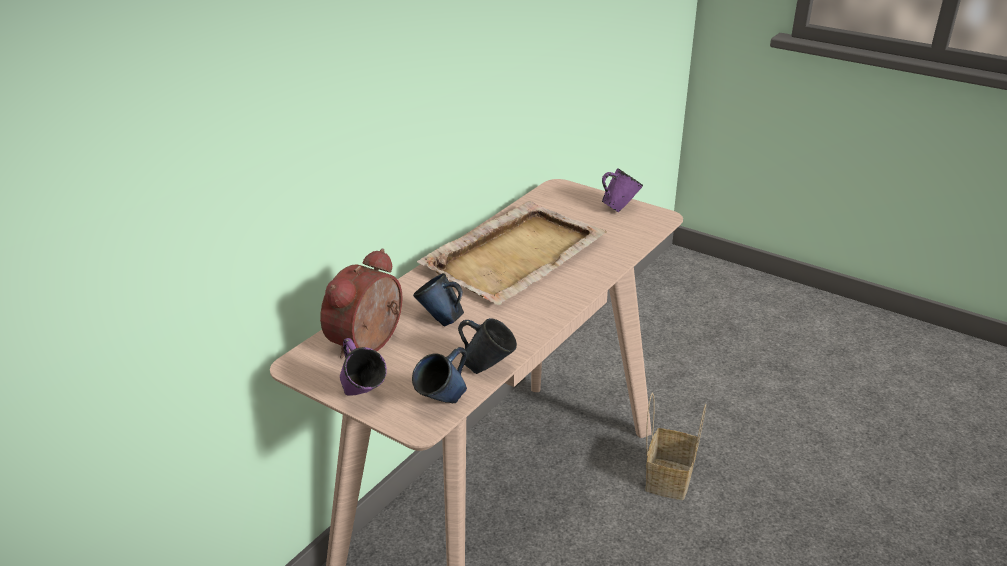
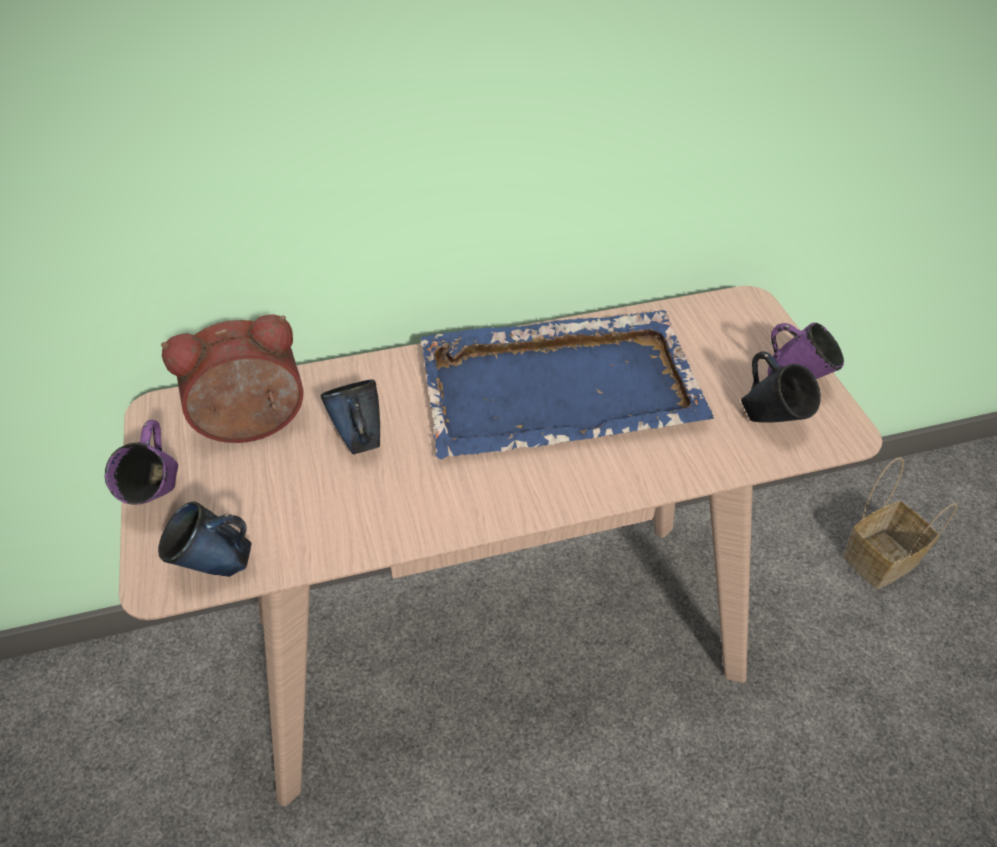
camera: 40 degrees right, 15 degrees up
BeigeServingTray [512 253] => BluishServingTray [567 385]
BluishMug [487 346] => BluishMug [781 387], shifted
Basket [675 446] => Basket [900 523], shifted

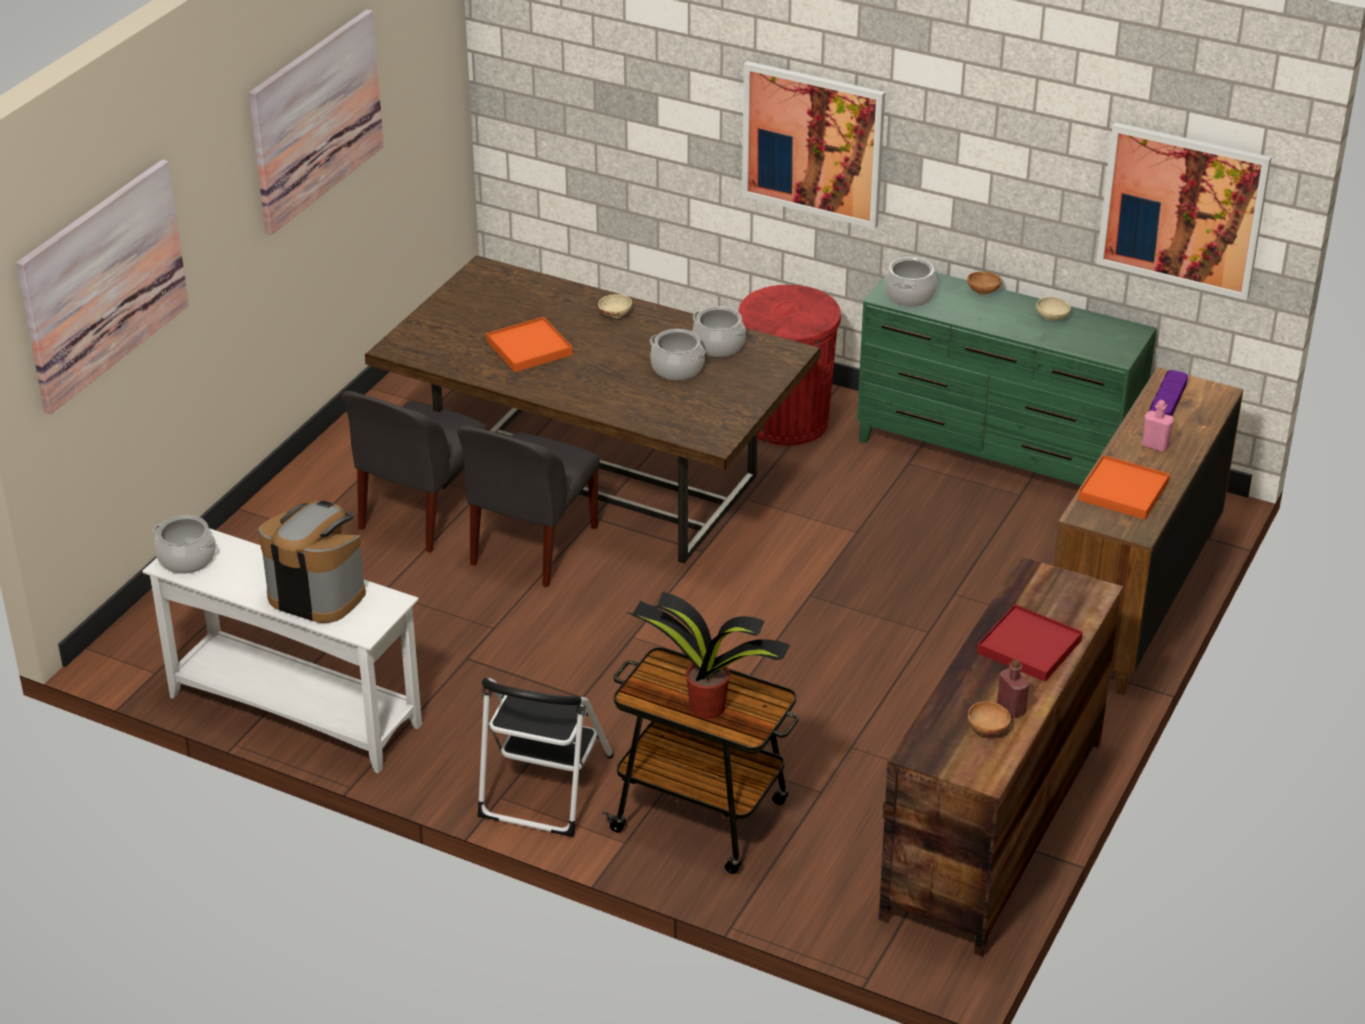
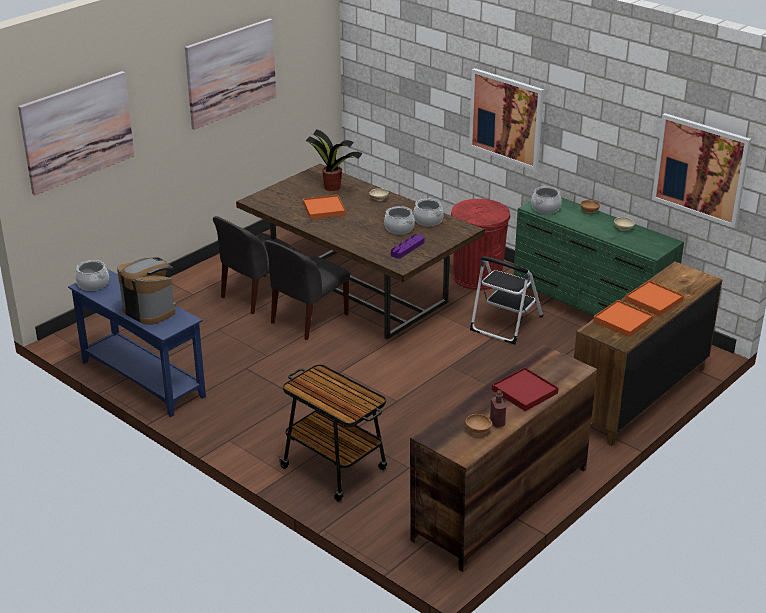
camera: 15 degrees right, 5 degrees down
WhiteNarrowTable [282 650] => BluishNarrowTable [137 343]
Stepladder [546 757] => Stepladder [506 300], shifted
PottedPlant [708 655] => PottedPlant [334 160], shifted
PinkDrinkBottle [1158 426] => OrangeyServingTray [654 298]
PurpleServingTray [1169 393] => PurpleServingTray [408 246], shifted

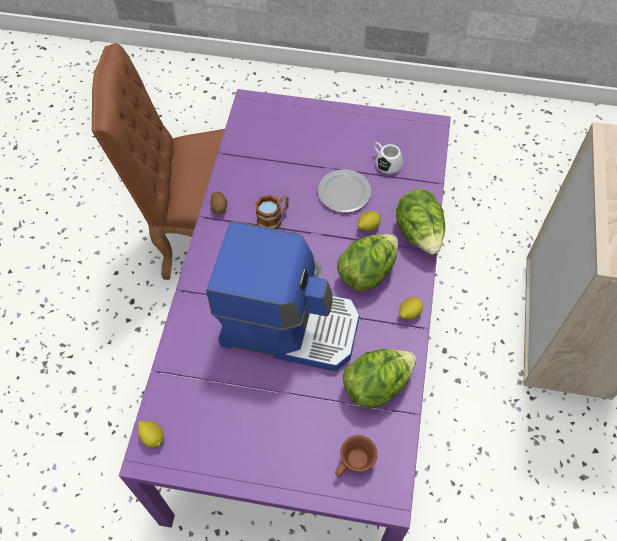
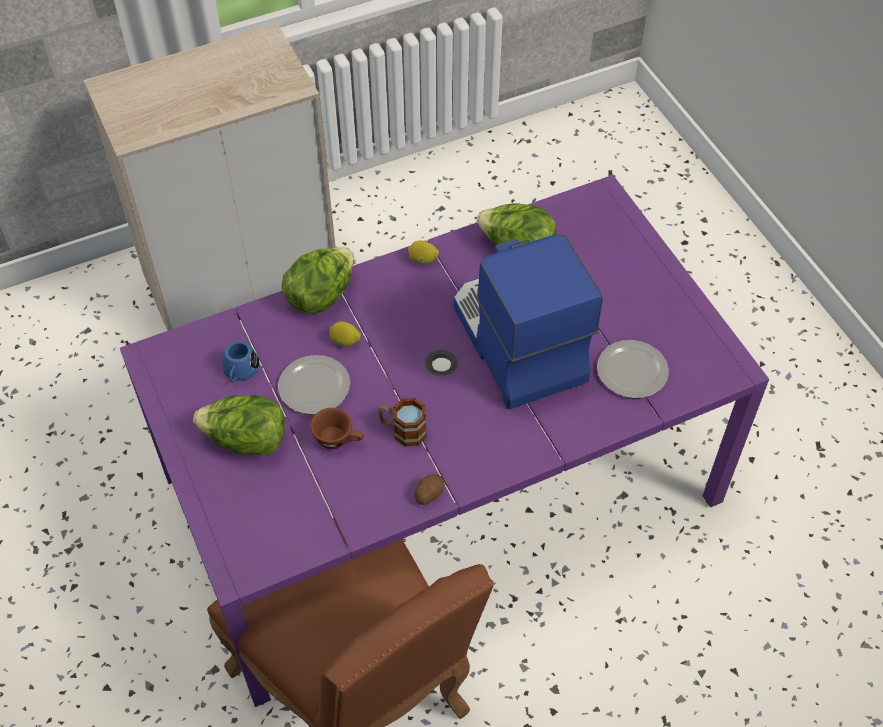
camera: 125 degrees left, 5 degrees down
WholeLemon [151 434] => nothing
BrownColouredSmallCup [356 456] => BrownColouredSmallCup [337 428], shifted
HeadOfLettuce [367 262] => HeadOfLettuce [239 425], shifted
WhiteMug [388 158] => BluishMug [241 362]
nothing => FlatDish [633 369]

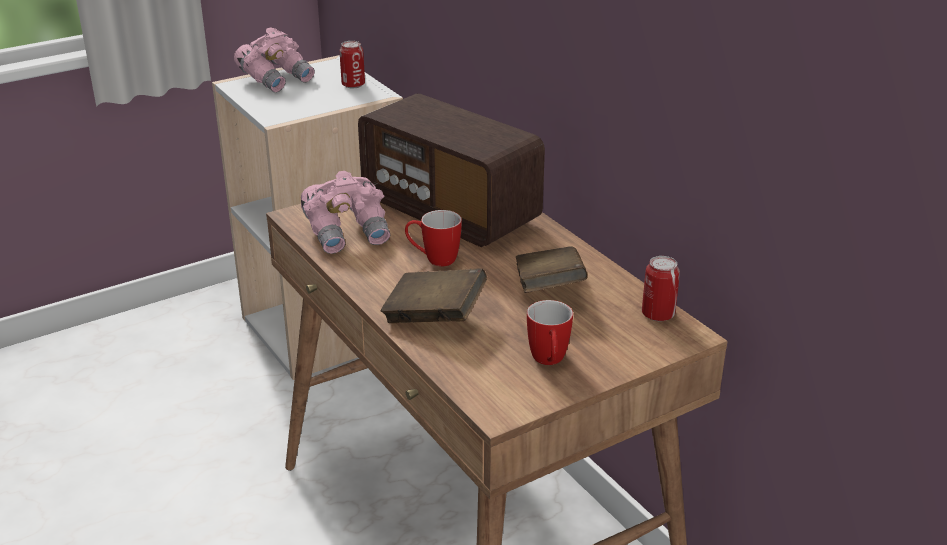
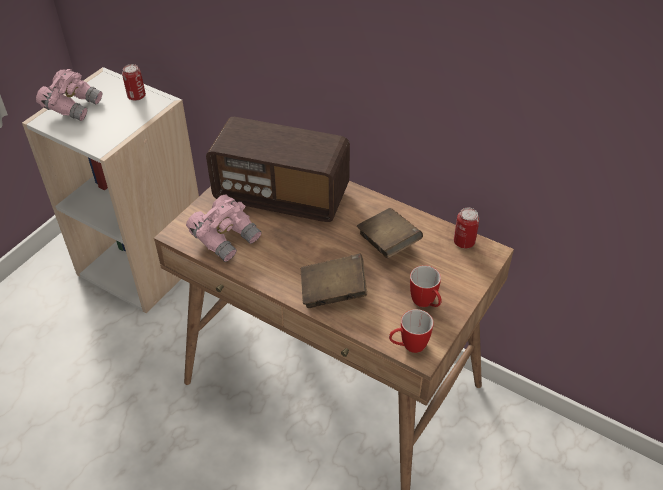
camera: 25 degrees left, 15 degrees up
Mug [433 238] => Mug [411 331], shifted

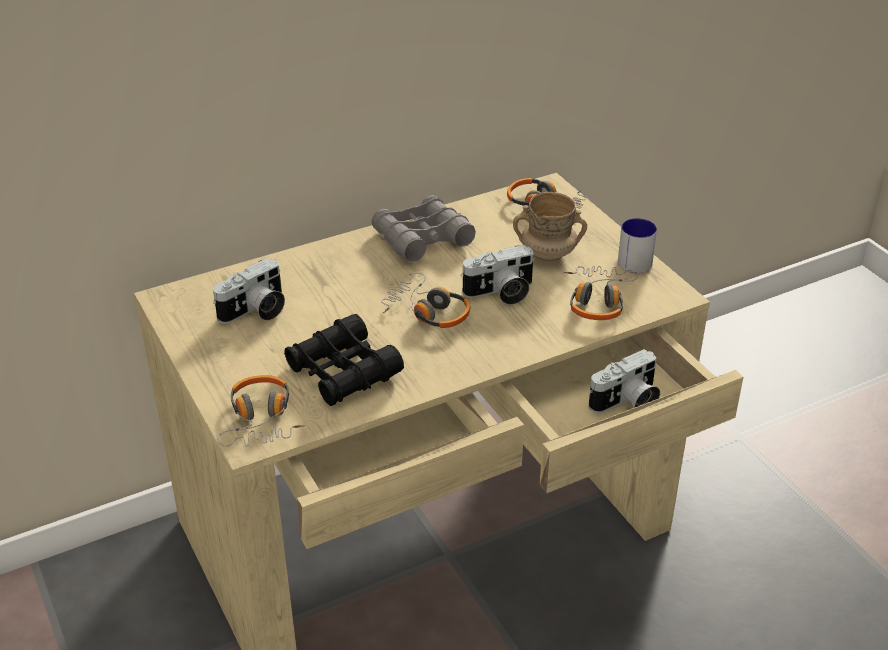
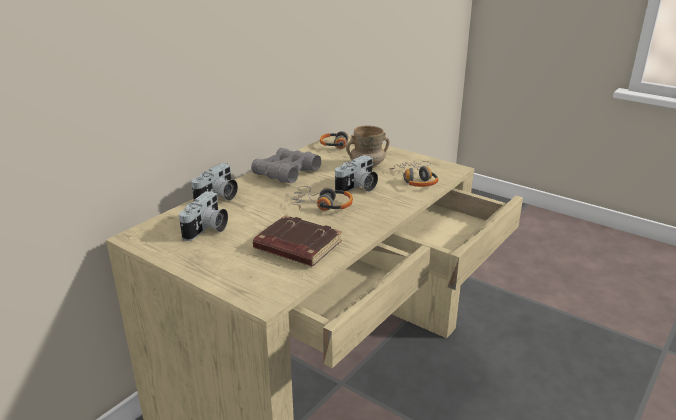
camera: 25 degrees left, 10 degrees down
Headphones [261 411] => nothing
BlackPairOfBinoculars [344 360] => BrownColouredVolume [297 240]
StillCamera [624 381] => StillCamera [214 182], shifted
Mug [637 245] => nothing

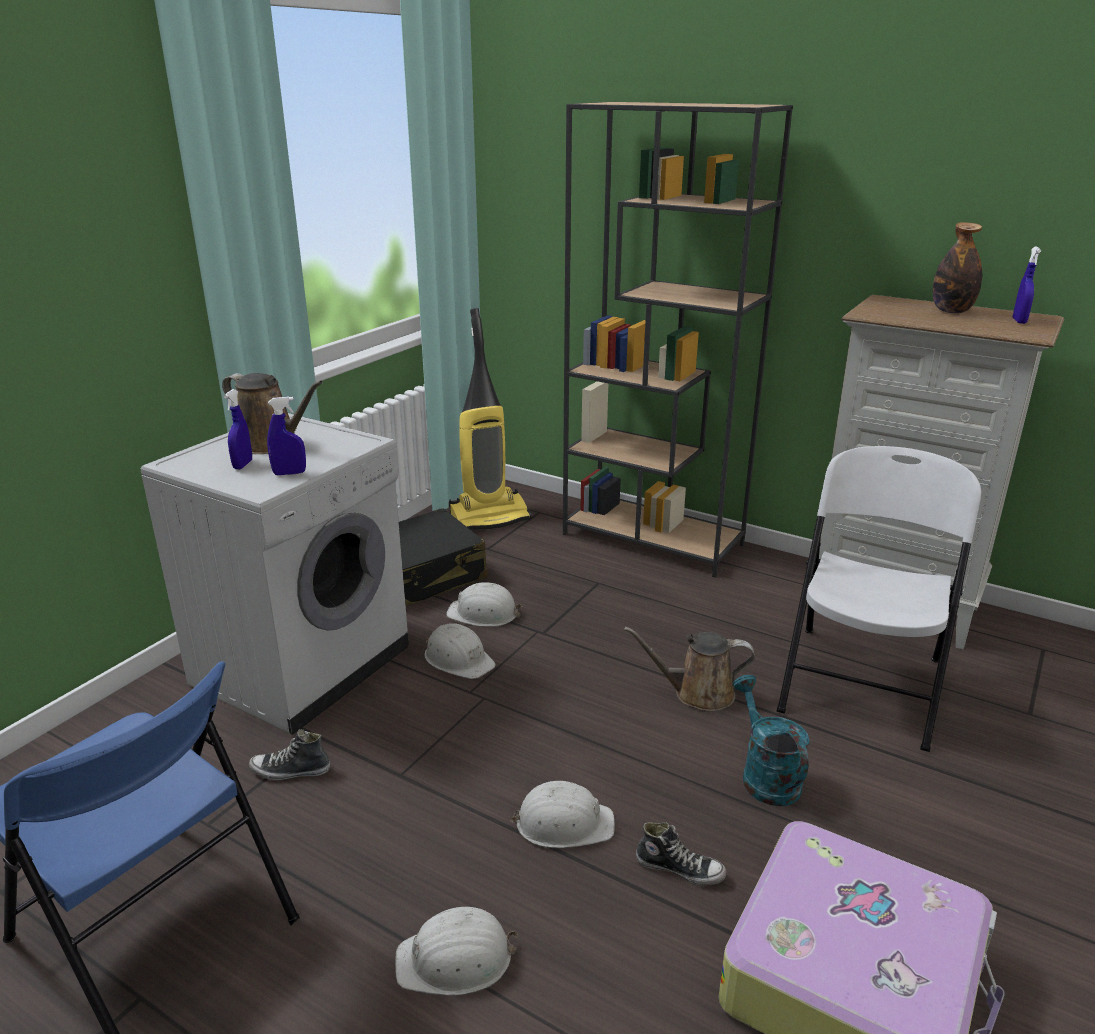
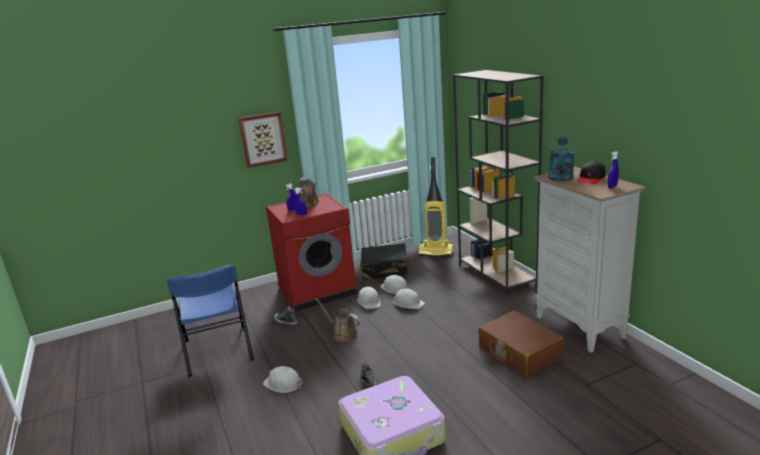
camera: 35 degrees right, 5 degrees down
WhiteLaundryMachine [275 574] => ReddishLaundryMachine [311 252]
WhiteWorkHelmet [562 814] => WhiteWorkHelmet [409 298], shifted
BrownColouredSprinklingCan [689 669] => BrownColouredSprinklingCan [337 320], shifted
TurquoiseColouredSprinklingCan [771 740] => TurquoiseColouredSprinklingCan [561 159], shifted
WhitePlainChair [879 599] => BrownColouredTravelCase [521 344]
DrinkBottle [957 267] => BlackBaseballCap [591 172]
nothing => WallPicture [263 140]

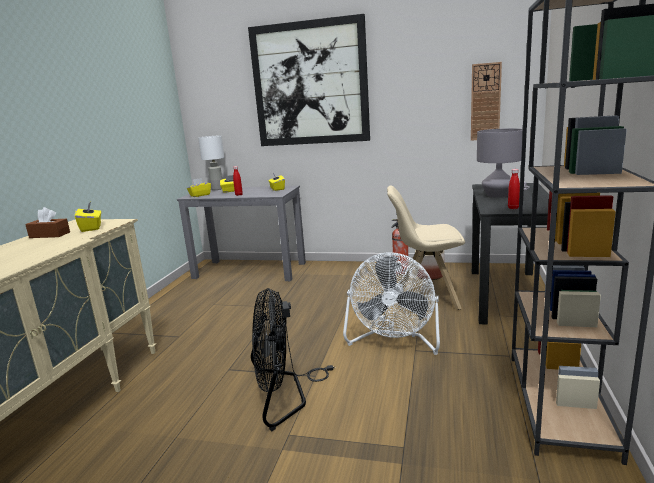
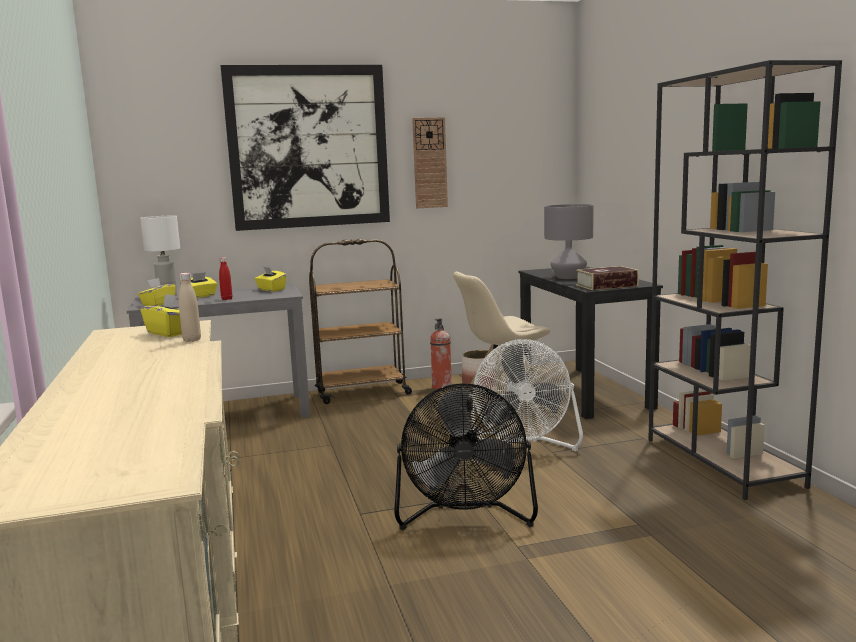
camera: 30 degrees left, 5 degrees down
BrownColouredTissueBox [47 222] => nothing
BlackFan [293 359] => BlackFan [466 456], 45 degrees counterclockwise
HangingClock [486 101] => HangingClock [430 162], shifted
ReddishDrinkBottle [514 189] => Volume [607 278]
nothing => BeigeDrinkBottle [190 307]
nothing => BrownColouredTrolley [360 321]

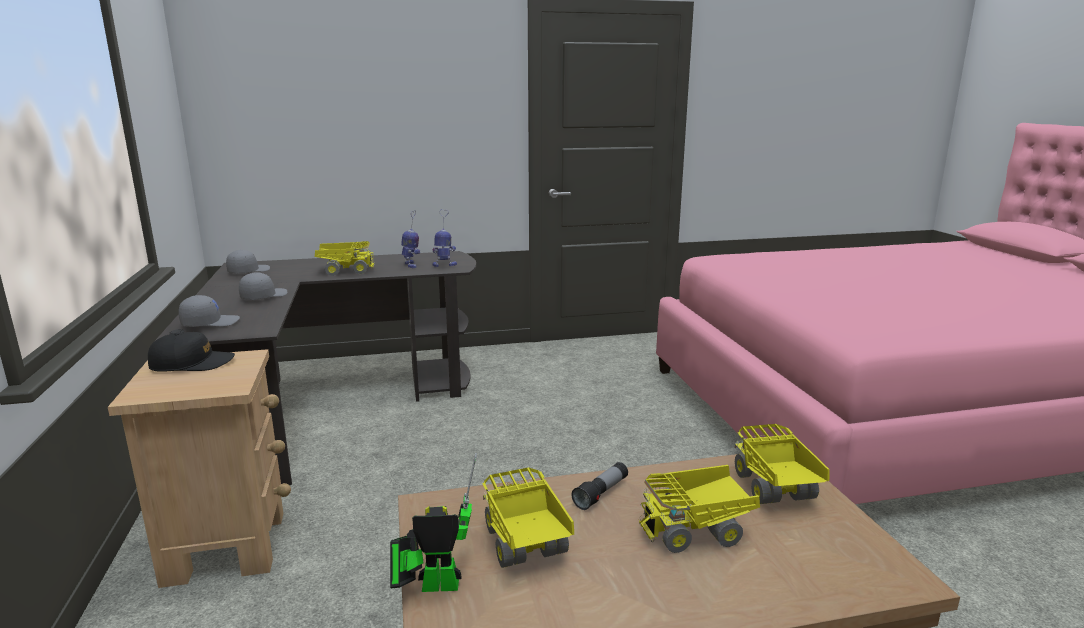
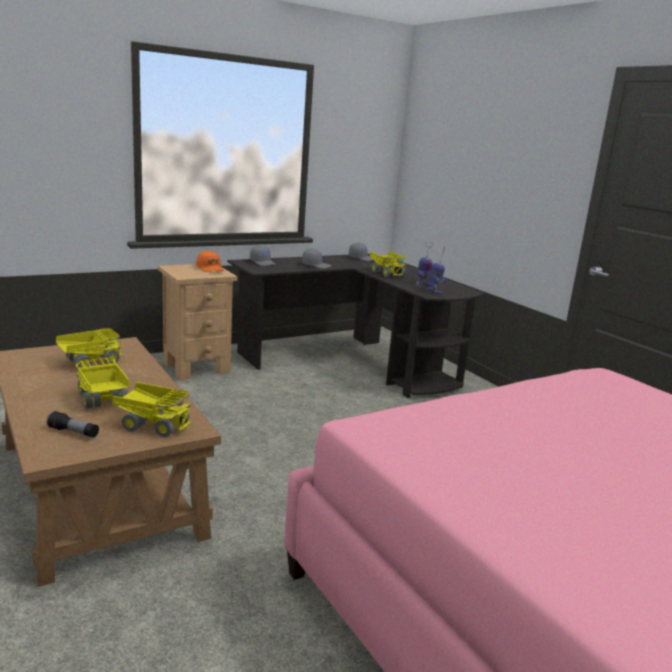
camera: 70 degrees right, 0 degrees up
BlackBaseballCap [191 352] => OrangeyBaseballCap [210 261]
ModelRobot [433 522] => nothing
Torch [600 486] => Torch [73 424], shifted
ToyLorry [782 464] => ToyLorry [152 409], 45 degrees clockwise

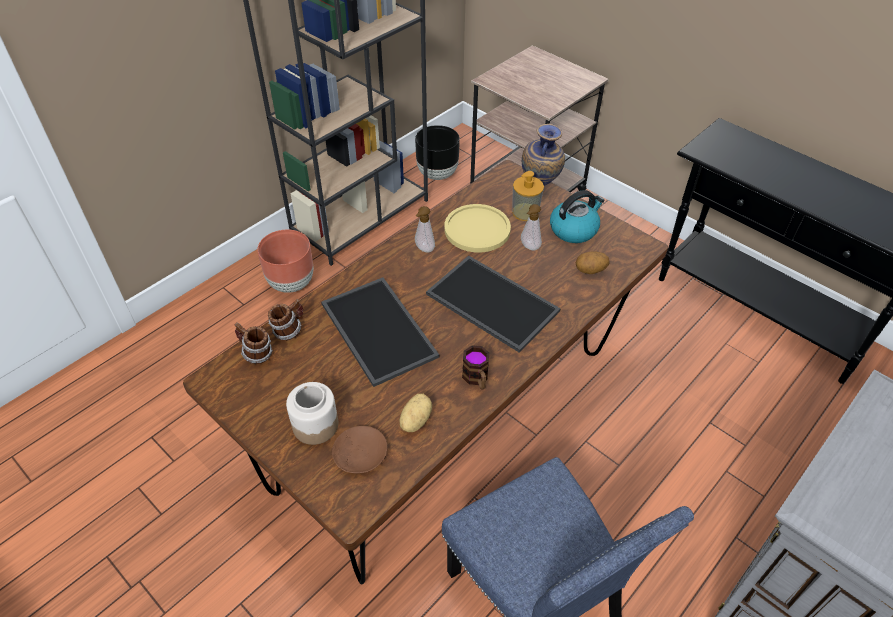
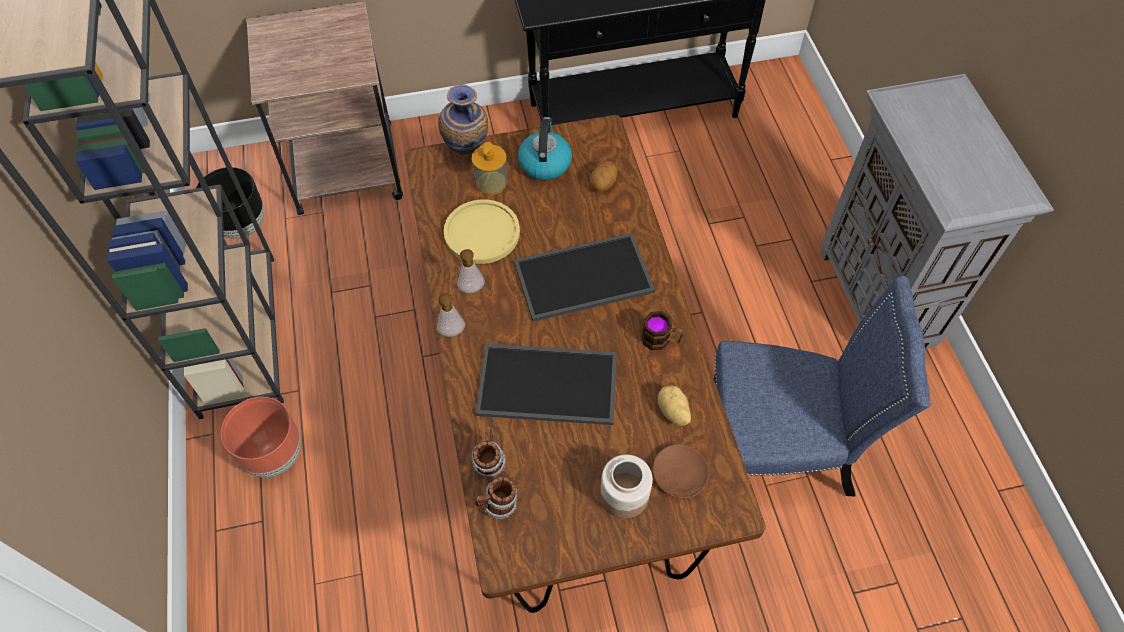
camera: 55 degrees left, 10 degrees up
SoapDispenser [531 227] => SoapDispenser [451 315], shifted

